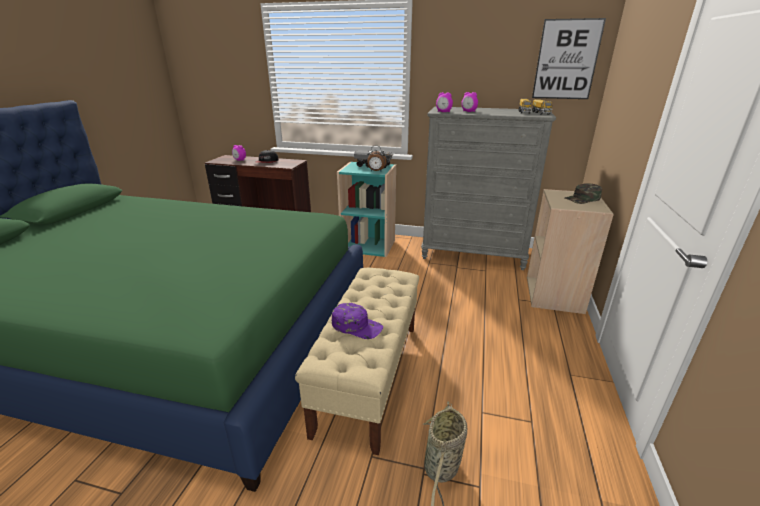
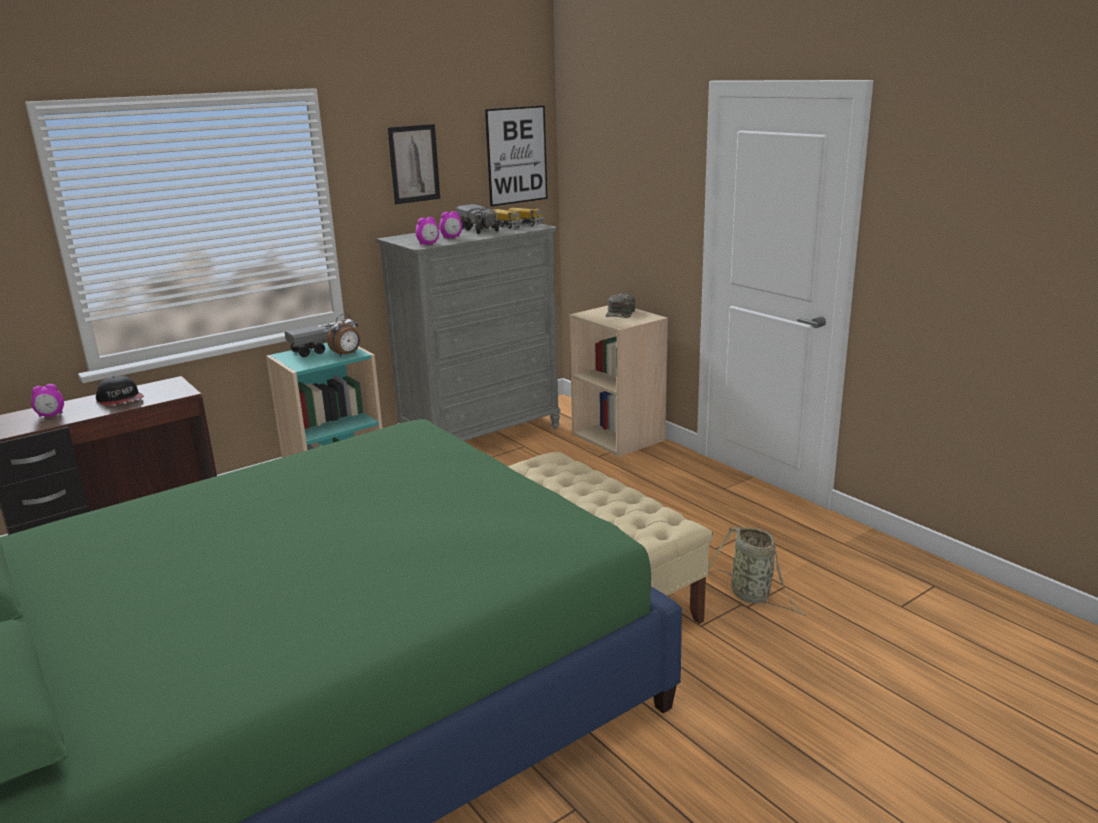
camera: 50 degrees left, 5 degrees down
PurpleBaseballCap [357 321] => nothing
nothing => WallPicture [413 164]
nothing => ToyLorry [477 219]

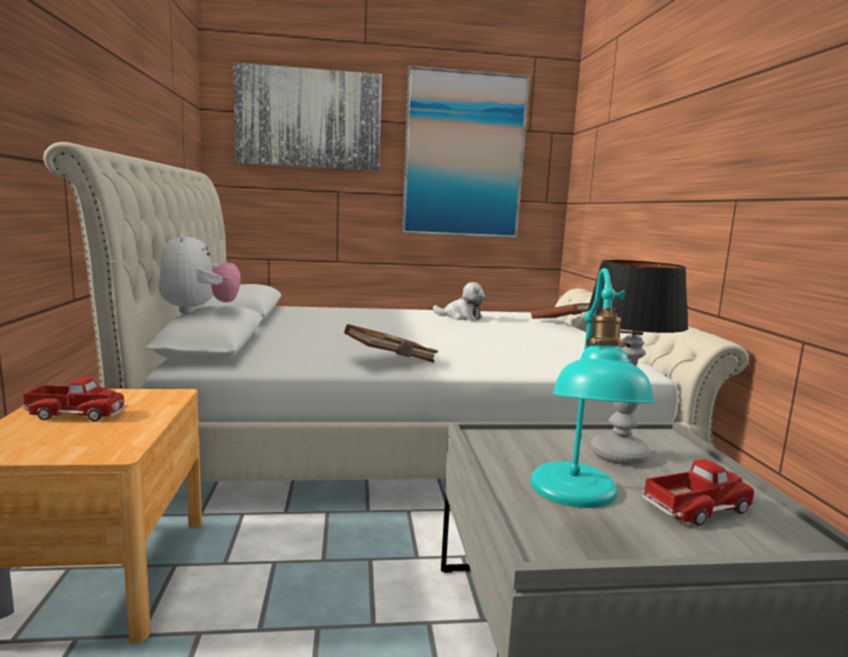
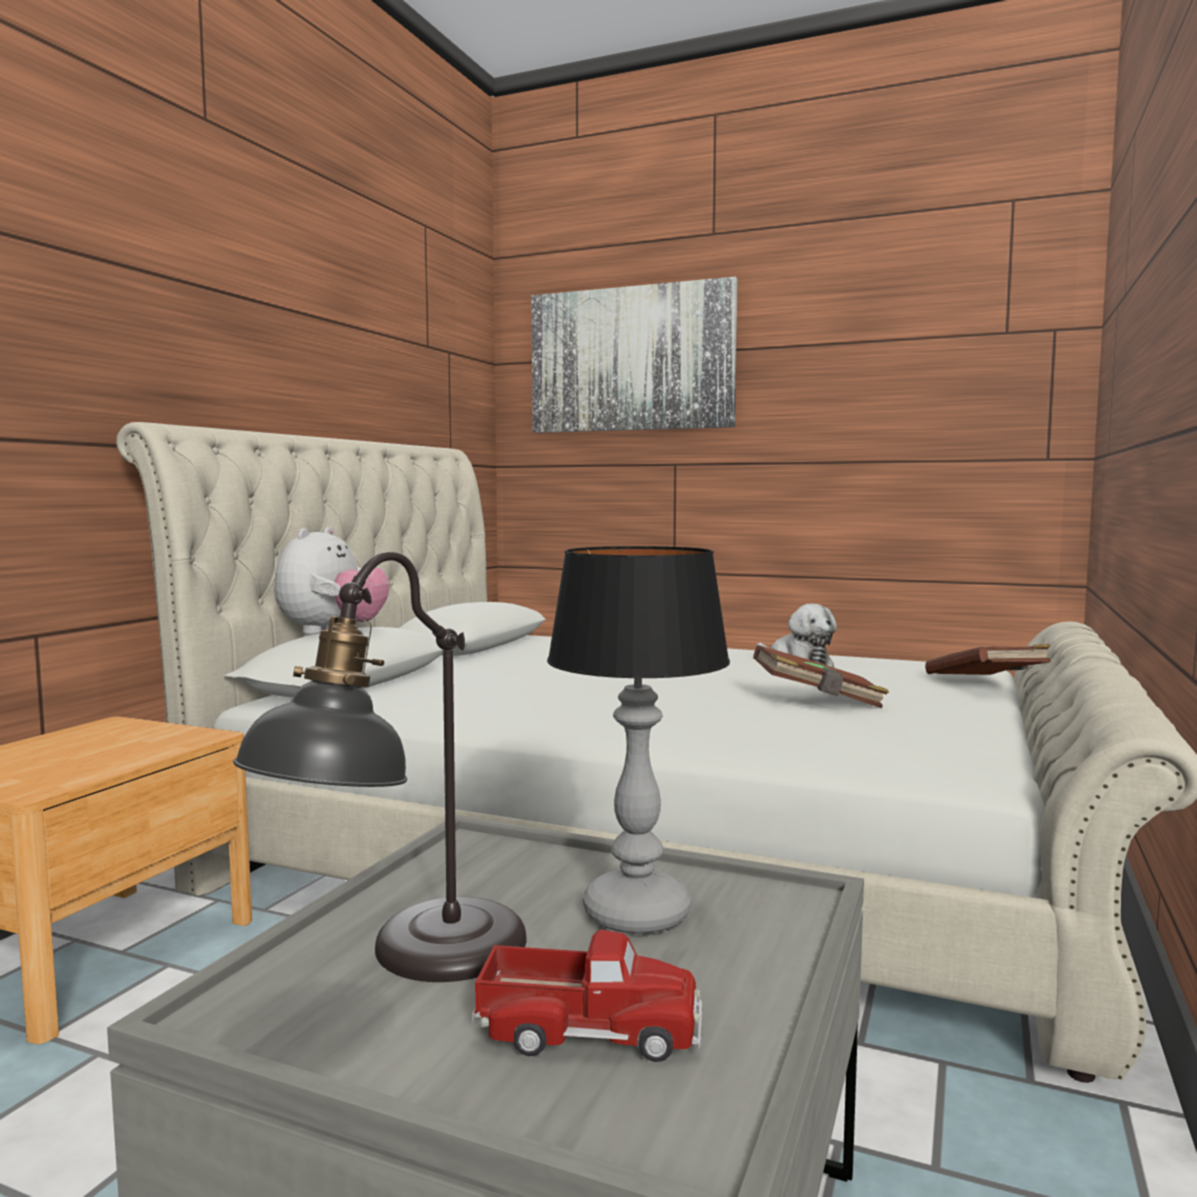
camera: 30 degrees right, 5 degrees down
ToyLorry [75 399] => nothing
BrownColouredVolume [391 343] => BrownColouredVolume [821 677], shifted
WallPicture [466 152] => nothing
TurquoiseColouredTableLamp [592 388] => GrayTableLamp [380 767]

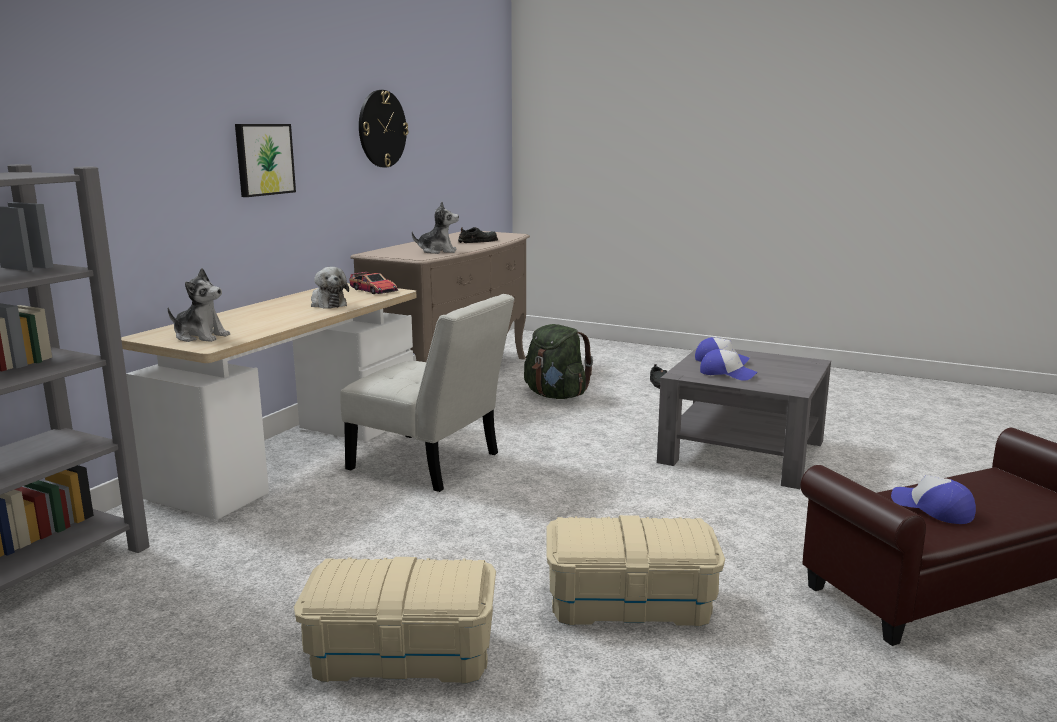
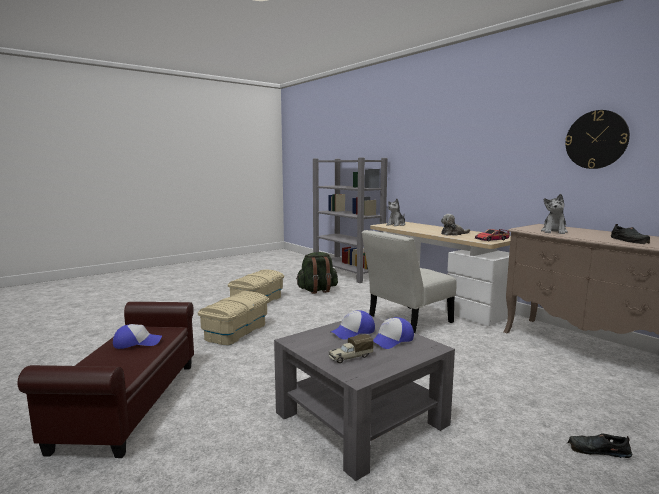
camera: 115 degrees right, 5 degrees down
WallPicture [265 160] => nothing
GreenishBackpack [558 361] => GreenishBackpack [317 273], shifted
nothing => ToyLorry [351 348]

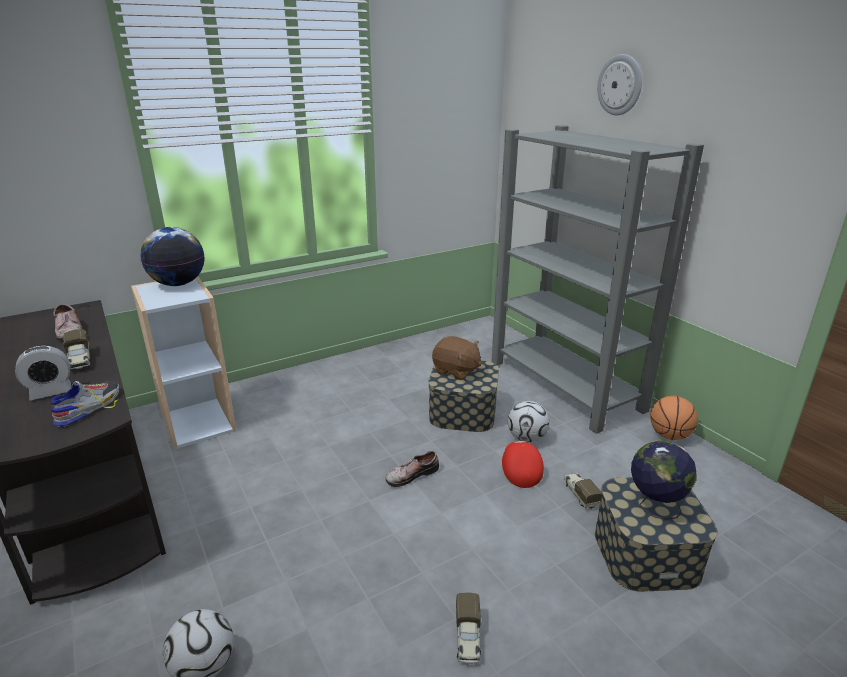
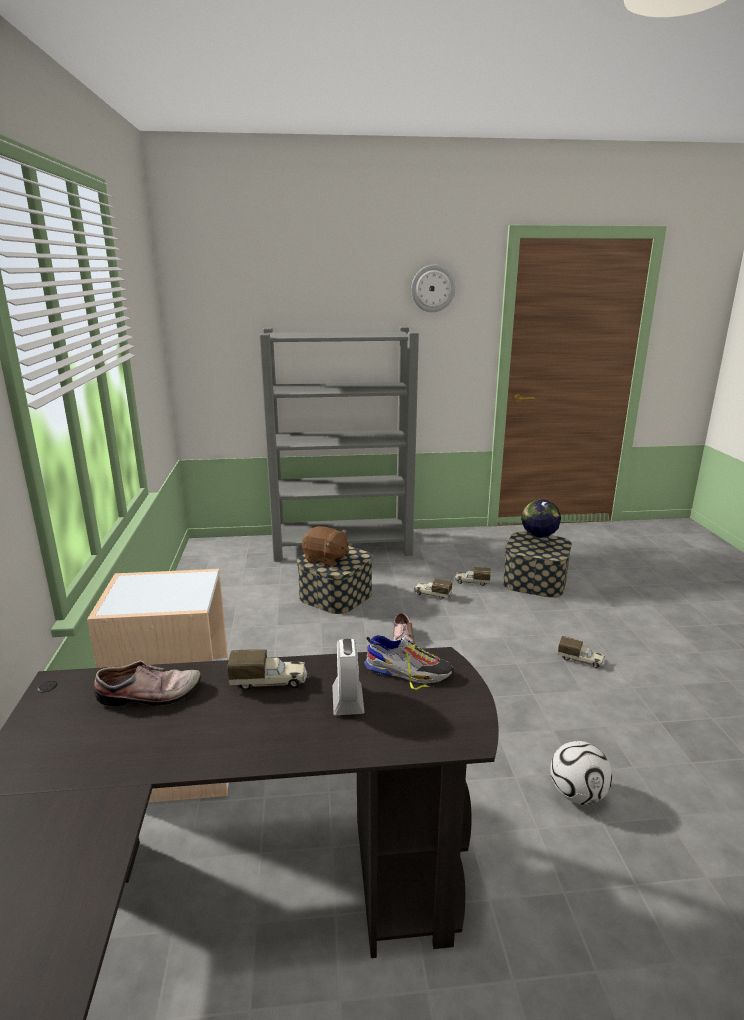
camera: 65 degrees left, 5 degrees down
ItemOfFootwear [84 404] => ItemOfFootwear [408 662], 150 degrees clockwise
DeskGlobe [173 256] => nothing
BrownColouredPlushToy [457 358] => BrownColouredPlushToy [325 546], 60 degrees clockwise
ReddishBaseballCap [523 464] => ToyLorry [433 589]
BallForFootball [528 421] => nothing
HangingClock [619 84] => HangingClock [433 288], shifted
BasketballBall [674 418] => nothing

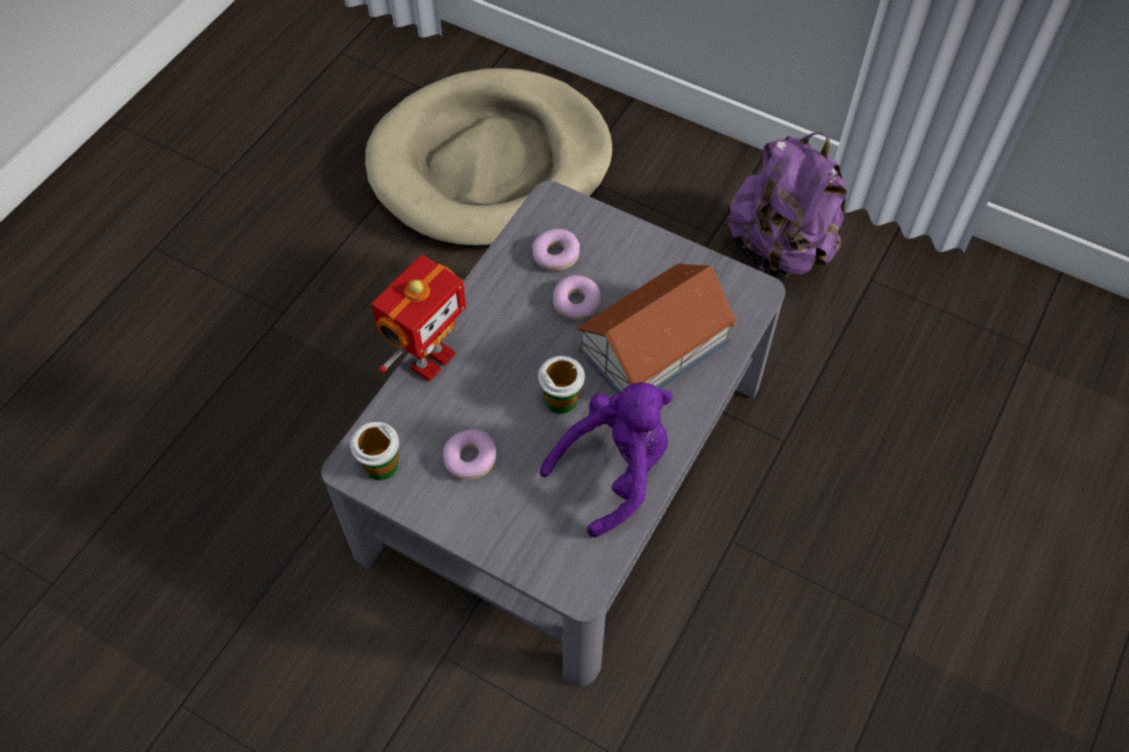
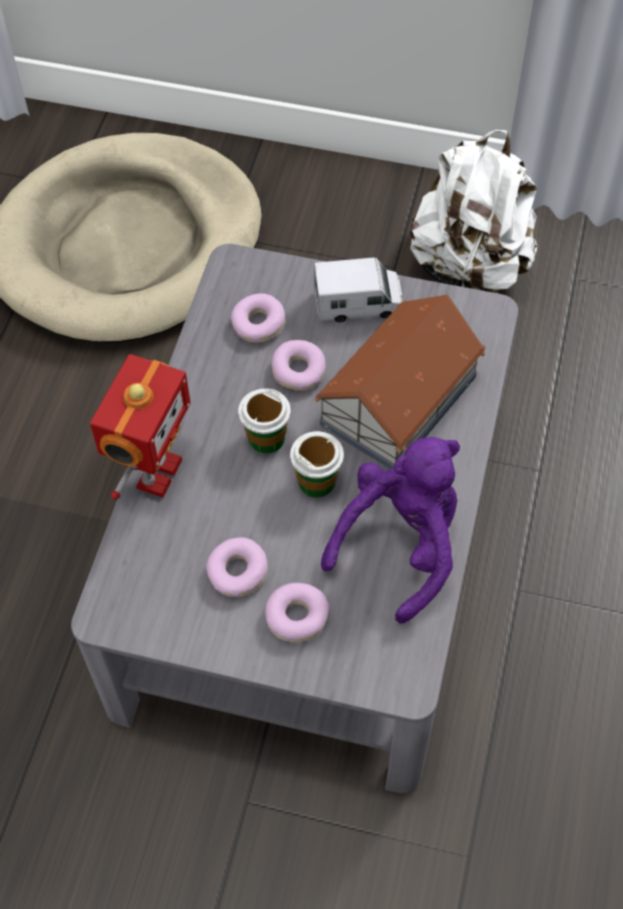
camera: 15 degrees left, 0 degrees up
SmallCup [374 451] => SmallCup [264 421], shifted
PurpleBackpack [787 205] => WhiteBackpack [474 211]
nothing => Donut [297 612]
nothing => ToyLorry [358 290]

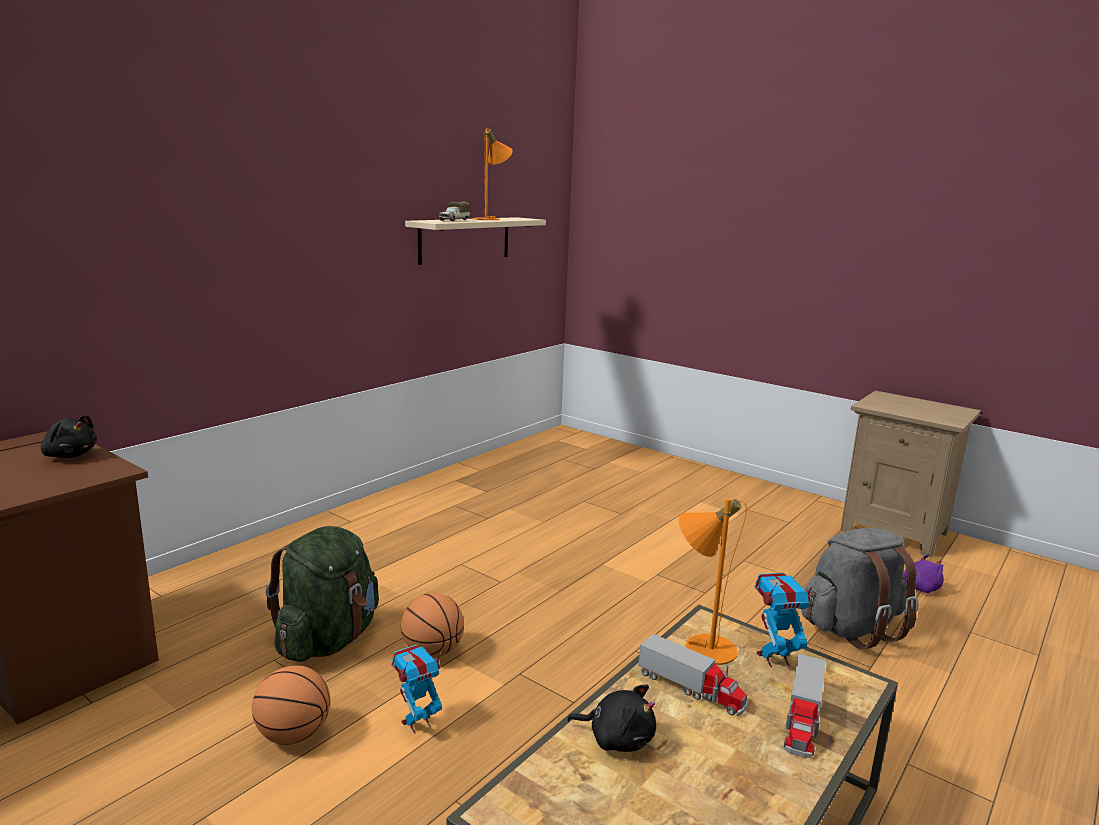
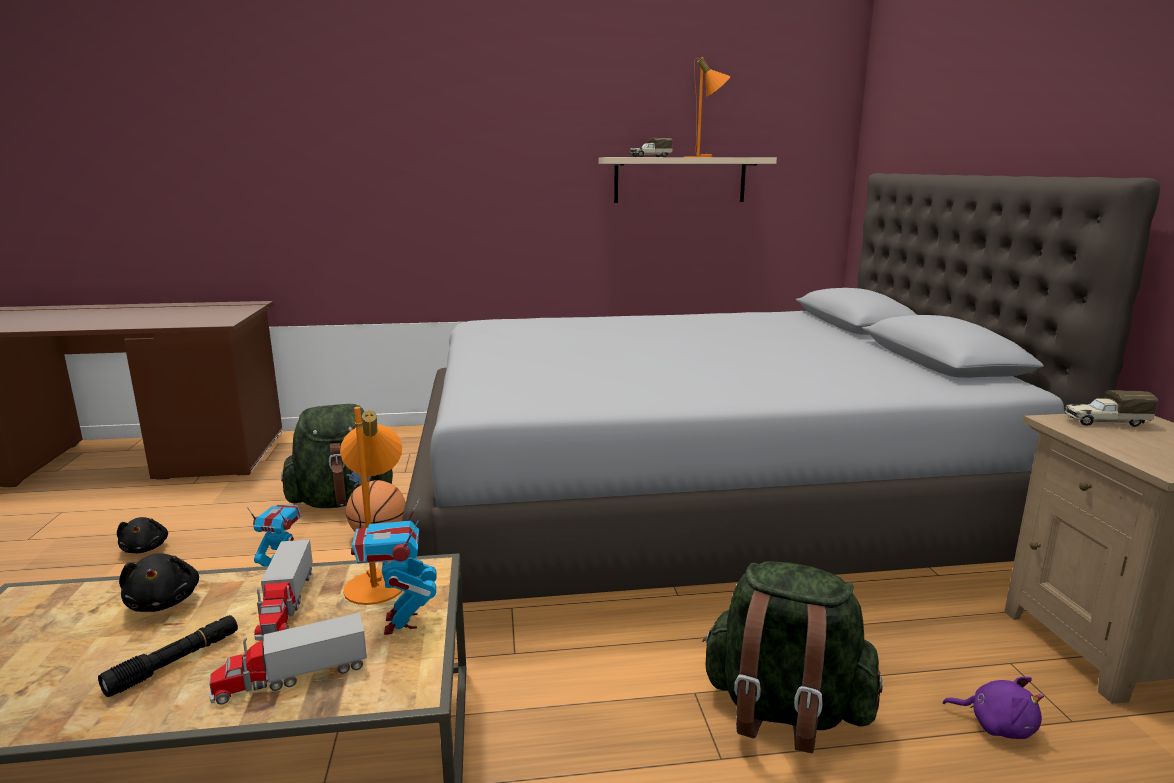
camera: 45 degrees right, 0 degrees up
BlackPlushToy [69 436] => BlackPlushToy [142 535], shifted
BasketballBall [291 705] => nothing
ModelRobot [785 620] => ModelRobot [393 566], 135 degrees counterclockwise
GrayBackpack [859 588] => GreenishBackpack [792 657]
nothing => BlackTorch [168 656]
nothing => GraySleepingBed [781 388]
nothing => ToyLorry [1111 408]

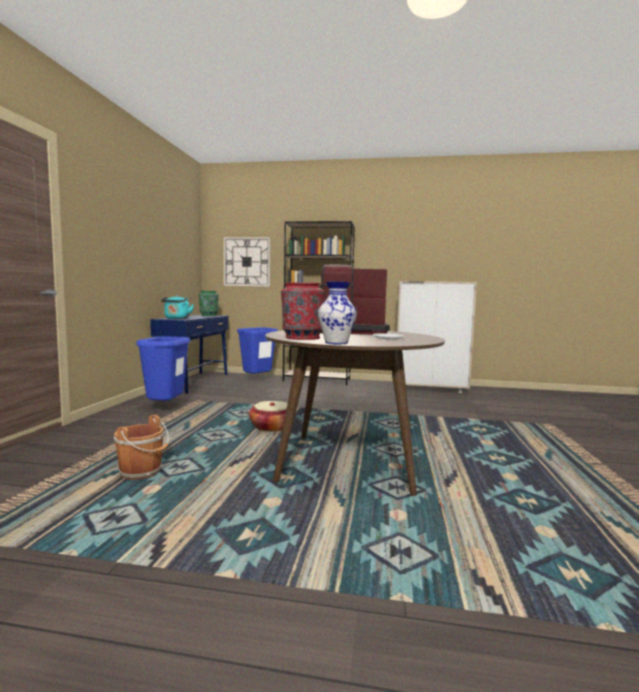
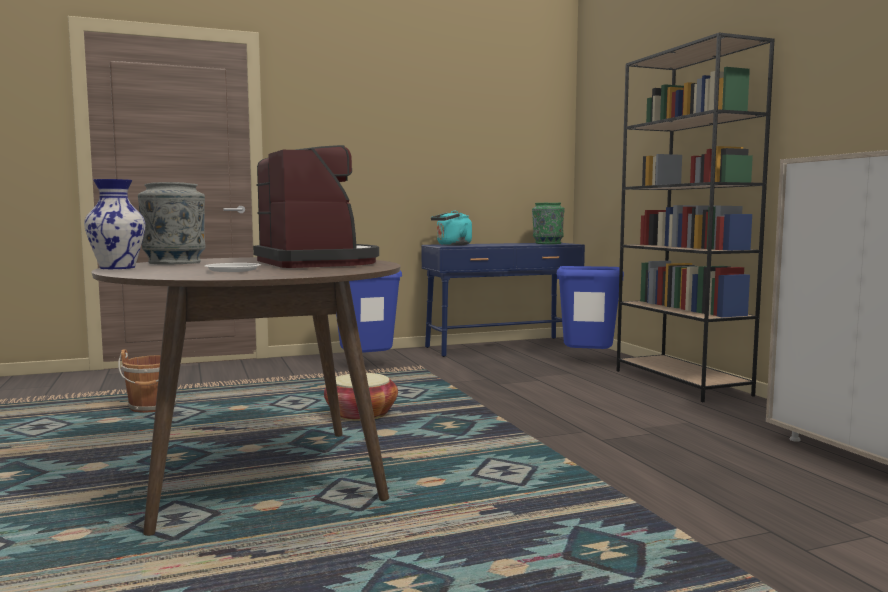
camera: 60 degrees right, 0 degrees up
HangingClock [247 262] => nothing
ReddishVase [303 311] => GrayVase [172 223]

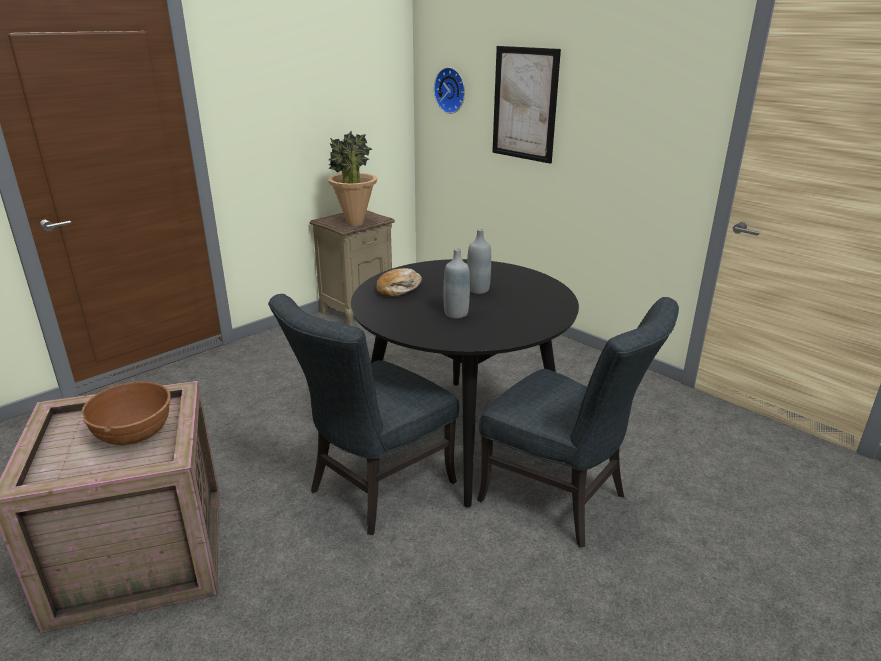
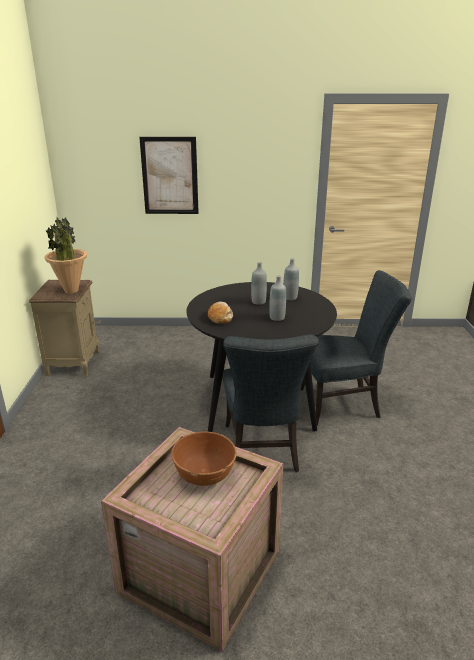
camera: 45 degrees left, 0 degrees up
HangingClock [449 90] => nothing
nothing => GrayDrinkBottle [291 279]

